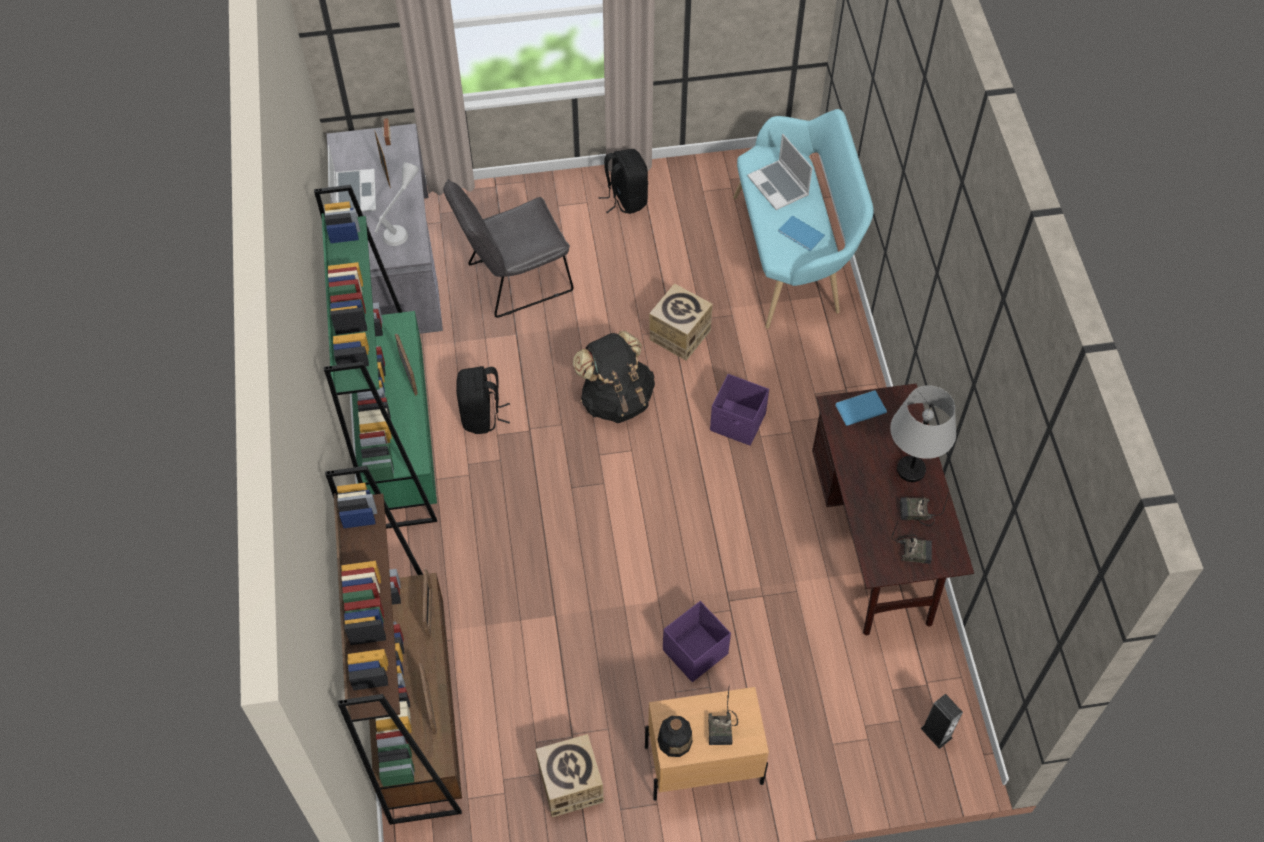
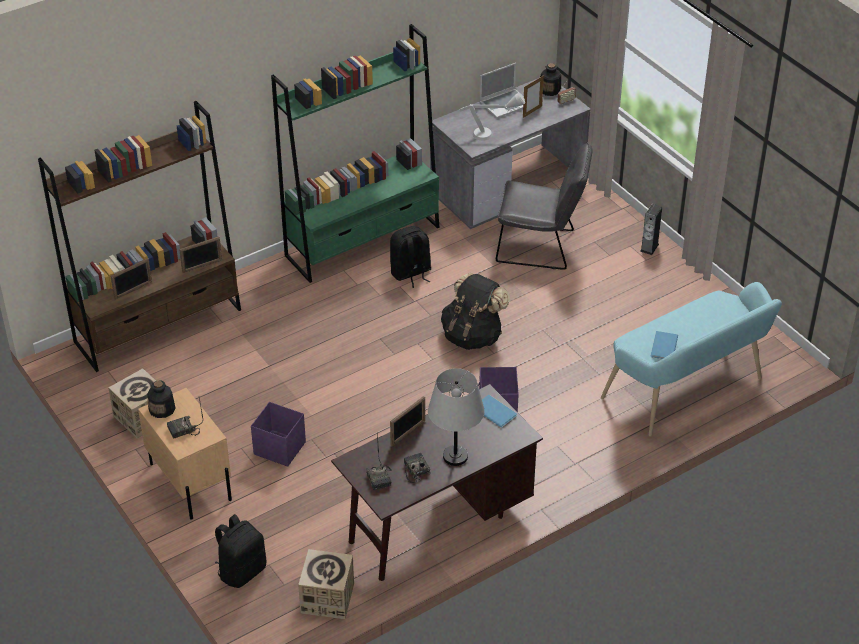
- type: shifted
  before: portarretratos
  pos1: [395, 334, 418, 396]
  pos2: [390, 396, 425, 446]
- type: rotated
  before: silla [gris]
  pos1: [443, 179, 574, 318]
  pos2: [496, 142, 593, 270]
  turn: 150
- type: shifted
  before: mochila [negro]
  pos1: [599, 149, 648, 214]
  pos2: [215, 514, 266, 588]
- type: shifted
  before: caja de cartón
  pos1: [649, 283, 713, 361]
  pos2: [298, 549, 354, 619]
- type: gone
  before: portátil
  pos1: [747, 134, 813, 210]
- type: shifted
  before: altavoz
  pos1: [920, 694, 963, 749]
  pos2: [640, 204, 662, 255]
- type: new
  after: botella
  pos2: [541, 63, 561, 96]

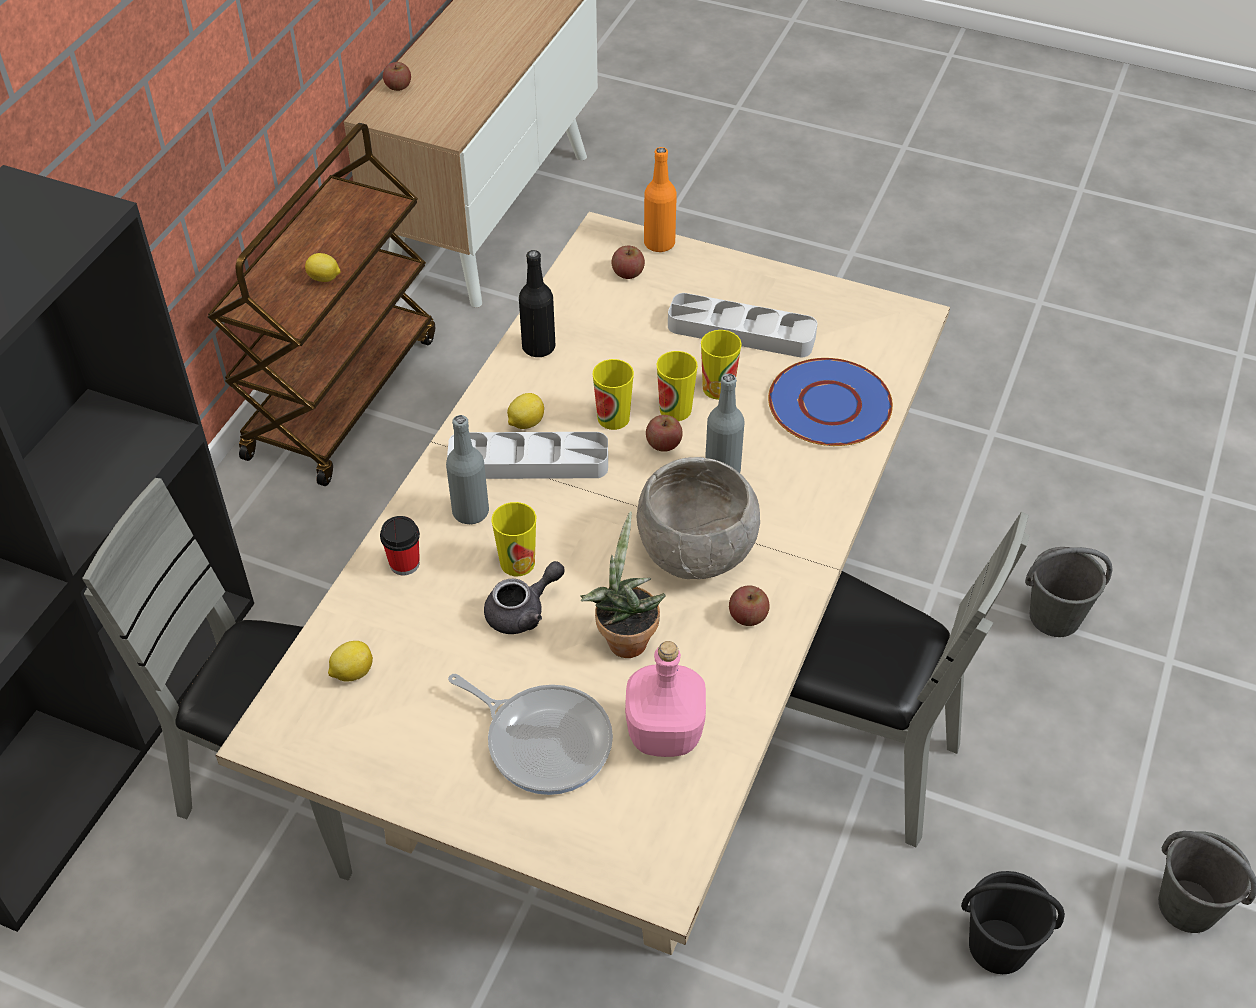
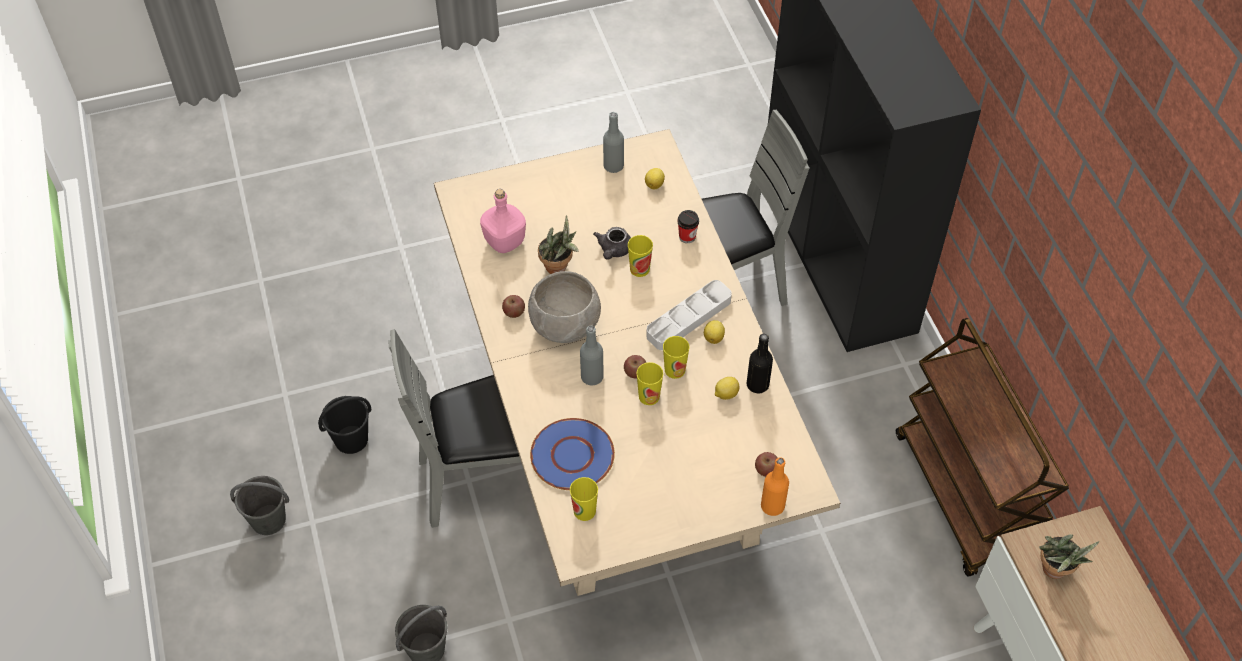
- type: shifted
  before: limón
  pos1: [305, 253, 341, 282]
  pos2: [715, 377, 740, 400]
- type: gone
  before: manzana
  pos1: [383, 62, 411, 91]
- type: shifted
  before: botella [gris]
  pos1: [446, 415, 489, 524]
  pos2: [603, 112, 624, 173]
- type: gone
  before: sartén
  pos1: [448, 674, 613, 795]
- type: gone
  before: bandeja [gris]
  pos1: [668, 293, 818, 357]
- type: shifted
  before: taza
  pos1: [701, 330, 742, 400]
  pos2: [570, 477, 598, 521]
- type: new
  after: planta en maceta
  pos2: [1039, 534, 1100, 579]

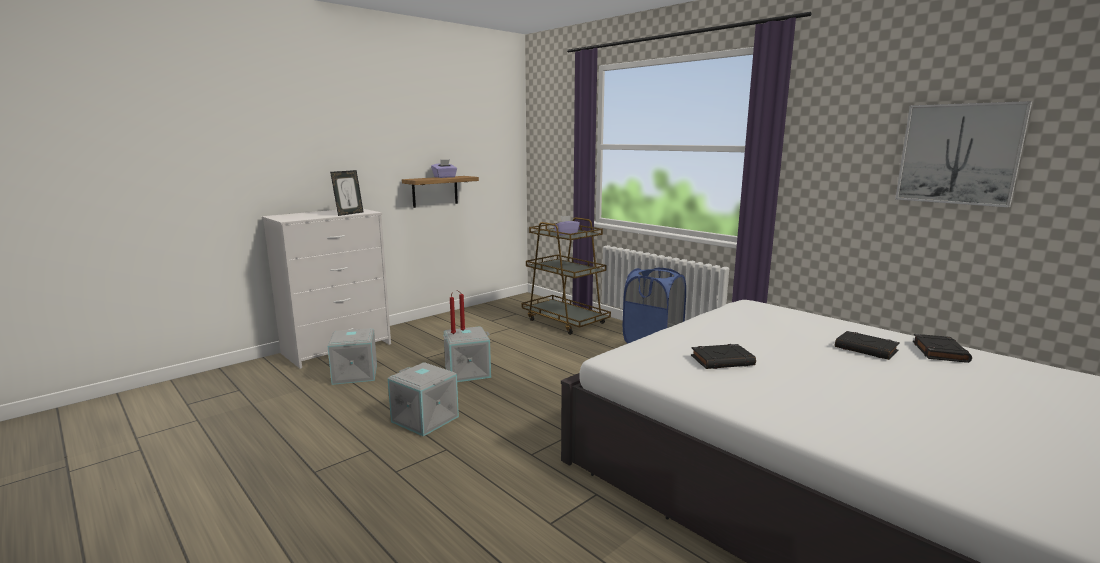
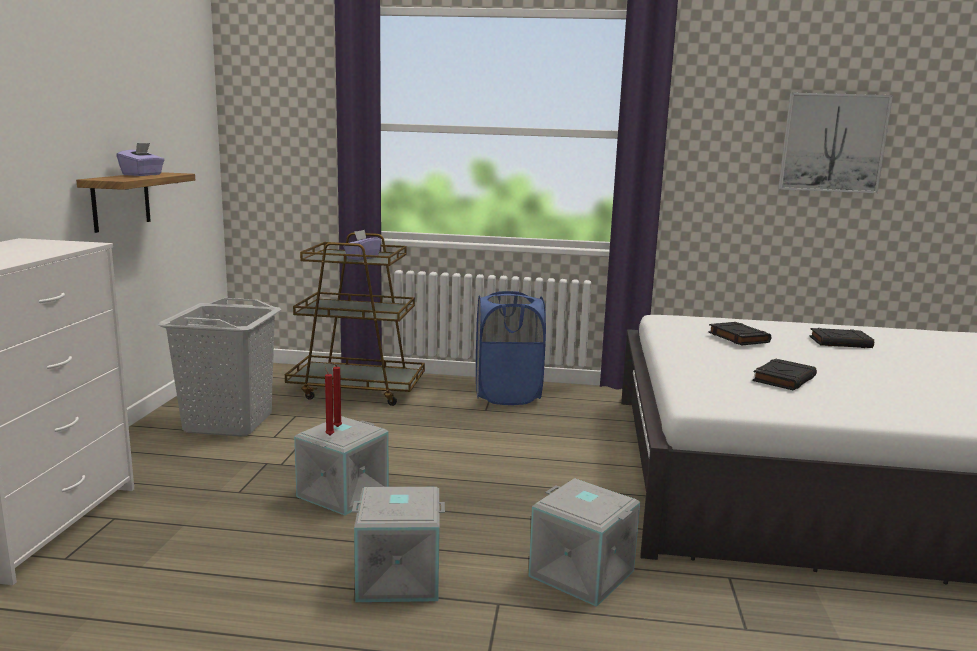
- type: shifted
  before: caja de almacenaje [gris]
  pos1: [328, 328, 377, 385]
  pos2: [528, 478, 640, 607]
- type: gone
  before: portarretratos
  pos1: [330, 170, 364, 216]
- type: shifted
  before: libro [negro]
  pos1: [913, 334, 972, 363]
  pos2: [708, 322, 771, 345]
- type: new
  after: cesto de la ropa [gris]
  pos2: [158, 298, 282, 436]

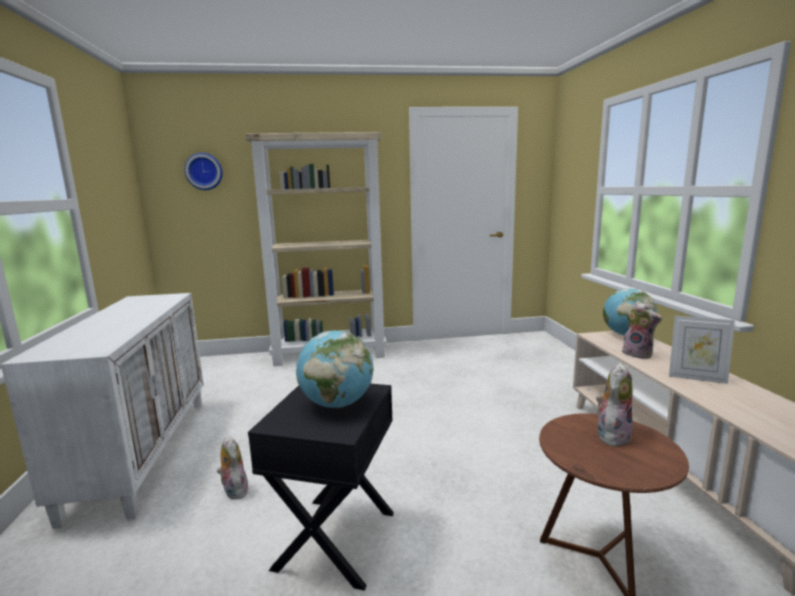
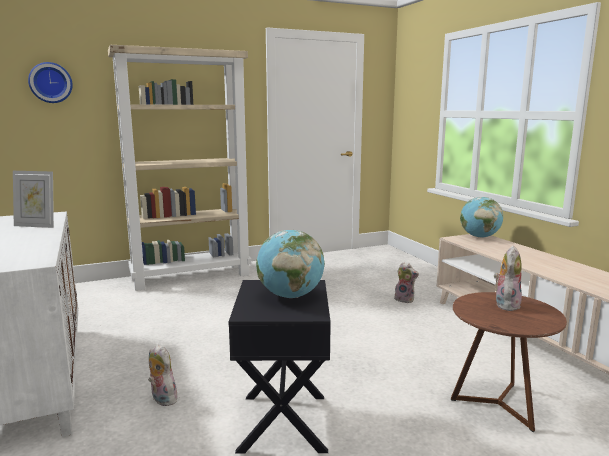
- type: shifted
  before: peluche
  pos1: [622, 302, 662, 359]
  pos2: [393, 262, 419, 303]
- type: shifted
  before: portarretratos
  pos1: [669, 316, 735, 384]
  pos2: [13, 171, 54, 228]

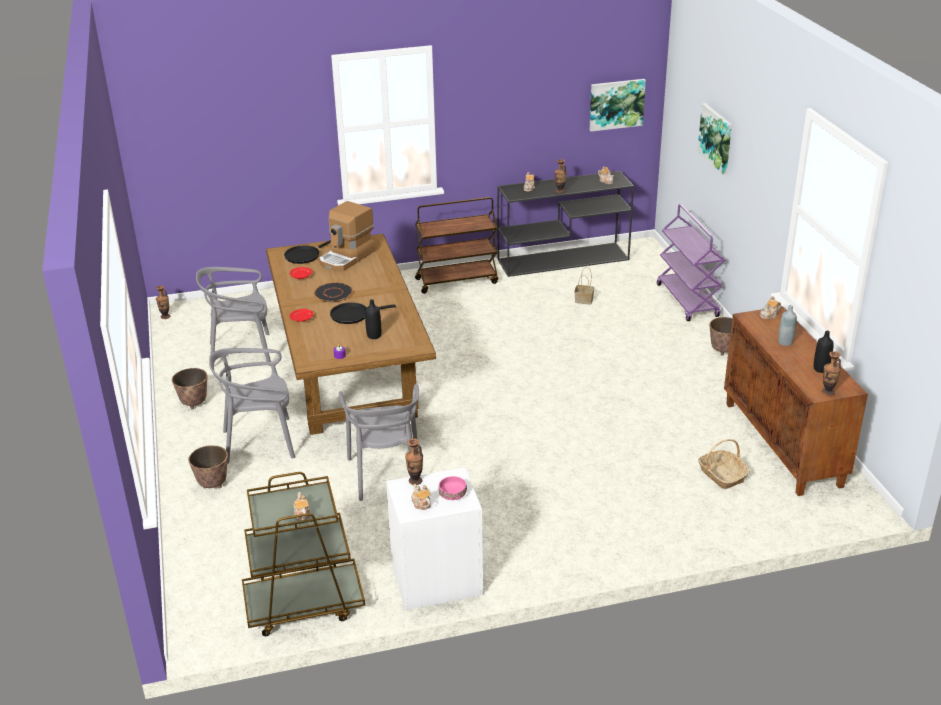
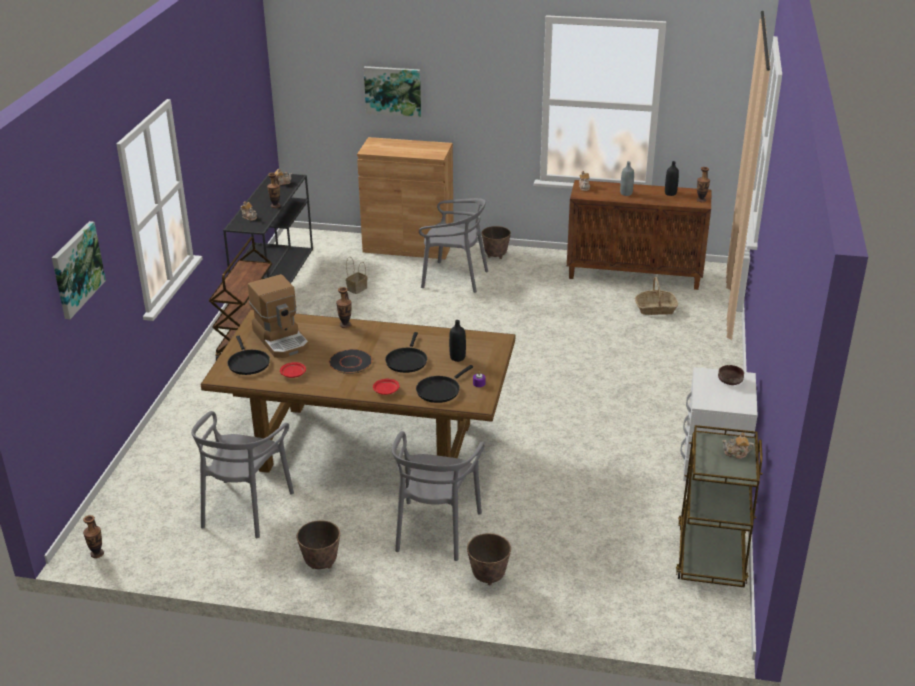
- type: shifted
  before: silla [gris]
  pos1: [339, 384, 419, 501]
  pos2: [419, 198, 488, 293]
- type: shifted
  before: florero
  pos1: [405, 438, 423, 485]
  pos2: [336, 287, 352, 328]
- type: gone
  before: tetera
  pos1: [411, 484, 431, 510]
- type: repainted
  before: cuenco [rosa]
  after: cuenco [marrón]
  pos1: [439, 476, 467, 500]
  pos2: [718, 365, 744, 385]
- type: shifted
  before: cuadro
  pos1: [590, 79, 646, 132]
  pos2: [52, 221, 106, 319]
- type: swapped
  before: carrito [morado]
  after: armario [marrón]
  pos1: [657, 204, 725, 321]
  pos2: [357, 137, 453, 259]
- type: new
  after: sartén [negro]
  pos2: [416, 365, 473, 403]

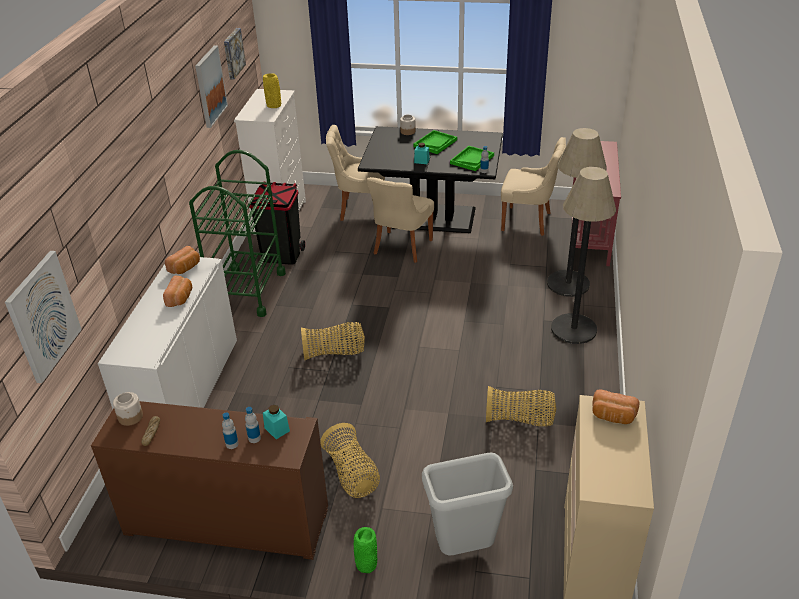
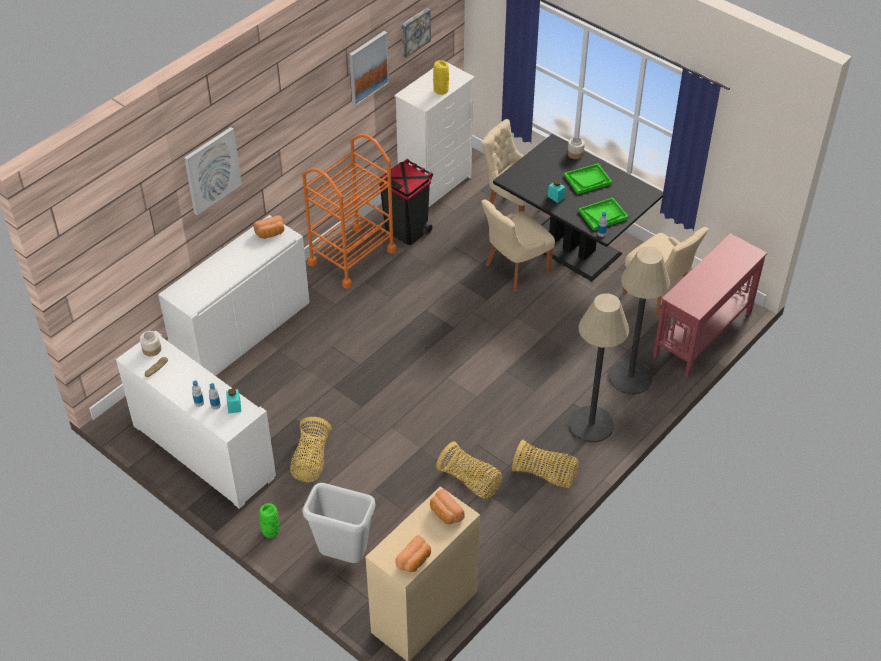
- type: shifted
  before: cuadro
  pos1: [5, 251, 82, 383]
  pos2: [184, 127, 242, 215]
- type: repainted
  before: armario [marrón]
  after: armario [blanco]
  pos1: [91, 401, 328, 560]
  pos2: [116, 330, 276, 509]
- type: shifted
  before: pan
  pos1: [163, 276, 192, 307]
  pos2: [395, 535, 431, 572]
- type: repainted
  before: carrito [verde]
  after: carrito [naranja]
  pos1: [189, 150, 286, 317]
  pos2: [302, 134, 397, 289]
- type: shifted
  before: cesta
  pos1: [301, 322, 365, 360]
  pos2: [512, 440, 579, 488]

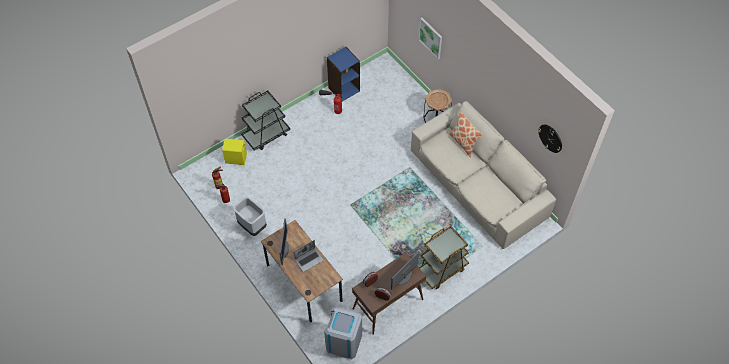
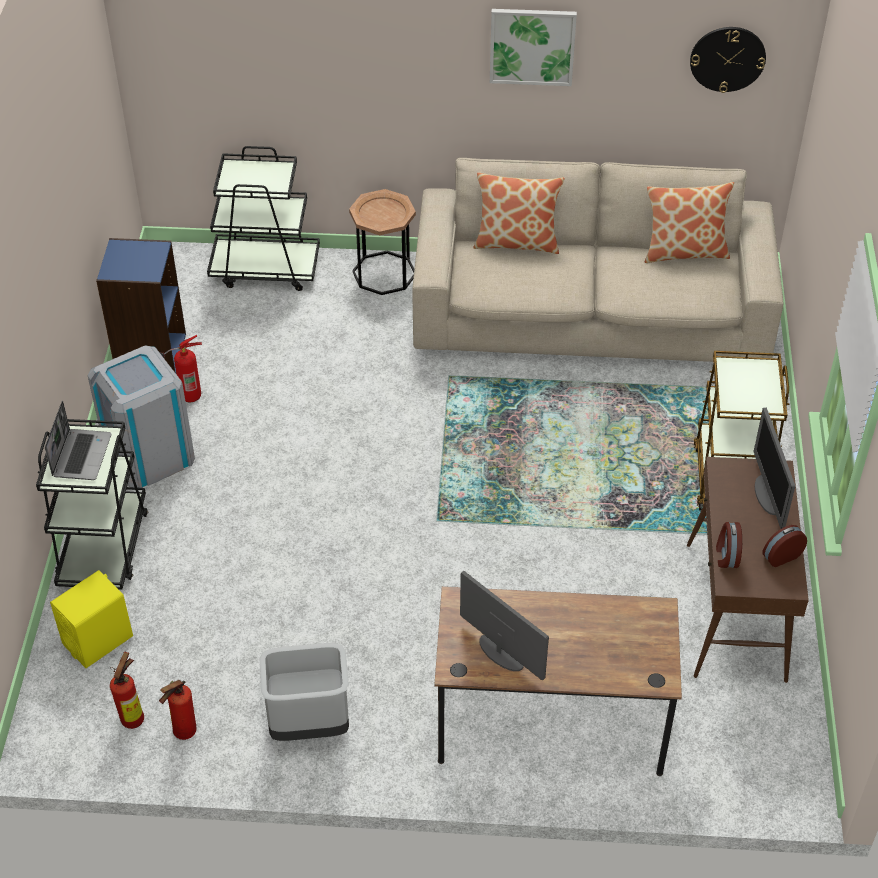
- type: shifted
  before: portátil
  pos1: [293, 240, 324, 272]
  pos2: [45, 401, 112, 480]
- type: shifted
  before: papelera [gris]
  pos1: [324, 307, 362, 359]
  pos2: [88, 345, 195, 488]
- type: shifted
  before: cuadro
  pos1: [418, 17, 442, 59]
  pos2: [490, 9, 577, 86]
- type: new
  after: carrito [negro]
  pos2: [207, 146, 320, 291]
- type: new
  after: cojín
  pos2: [645, 182, 734, 263]

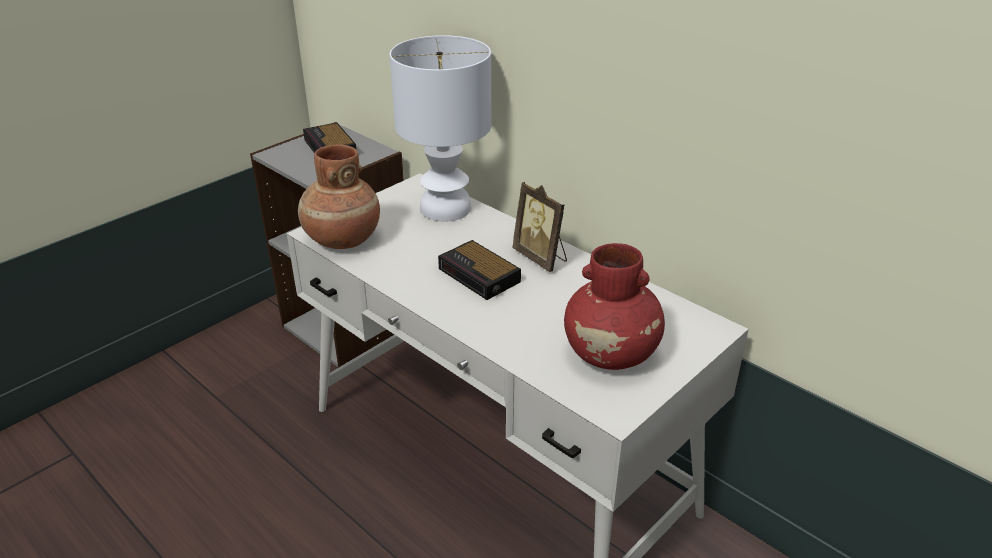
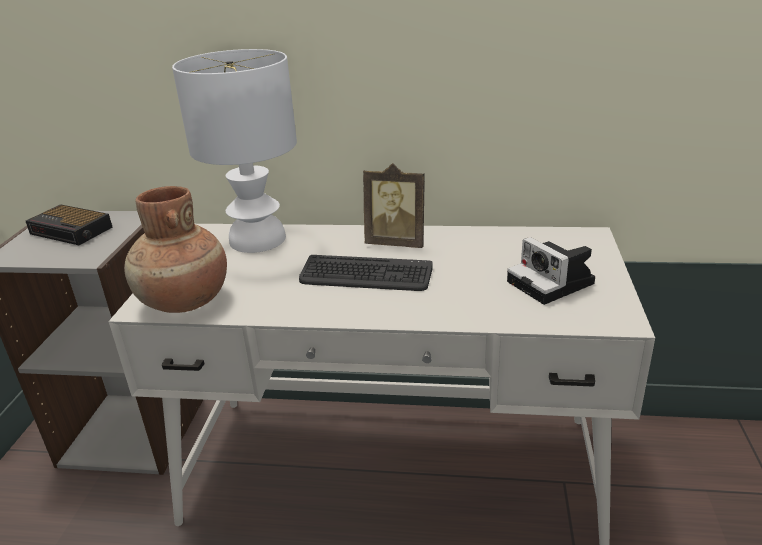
- type: swapped
  before: despertador
  after: teclado
  pos1: [438, 240, 521, 300]
  pos2: [299, 255, 433, 291]
- type: swapped
  before: florero [rojo]
  after: cámara
  pos1: [564, 243, 665, 370]
  pos2: [507, 237, 595, 305]

